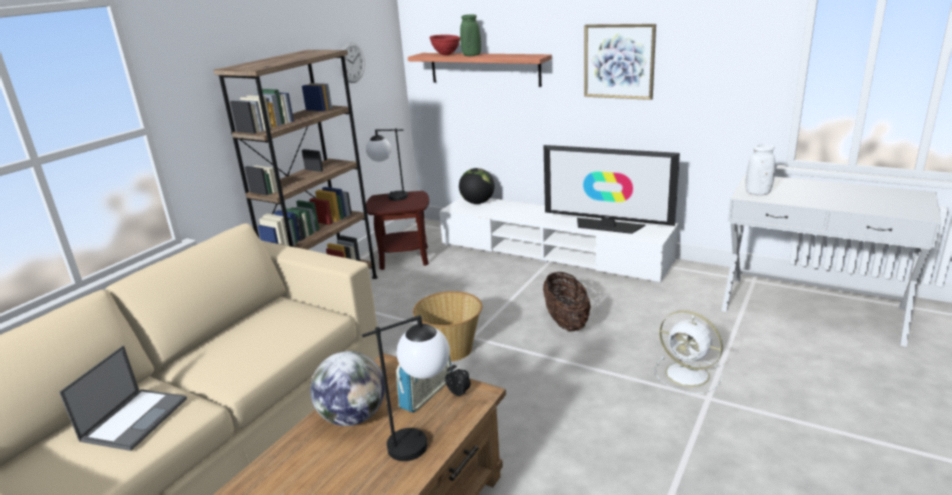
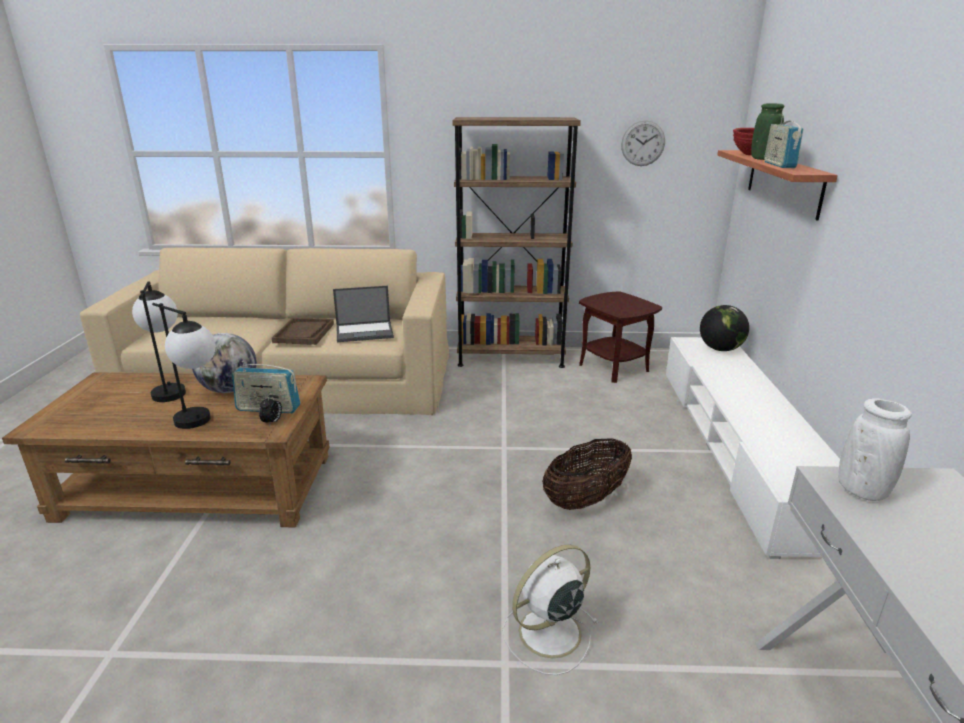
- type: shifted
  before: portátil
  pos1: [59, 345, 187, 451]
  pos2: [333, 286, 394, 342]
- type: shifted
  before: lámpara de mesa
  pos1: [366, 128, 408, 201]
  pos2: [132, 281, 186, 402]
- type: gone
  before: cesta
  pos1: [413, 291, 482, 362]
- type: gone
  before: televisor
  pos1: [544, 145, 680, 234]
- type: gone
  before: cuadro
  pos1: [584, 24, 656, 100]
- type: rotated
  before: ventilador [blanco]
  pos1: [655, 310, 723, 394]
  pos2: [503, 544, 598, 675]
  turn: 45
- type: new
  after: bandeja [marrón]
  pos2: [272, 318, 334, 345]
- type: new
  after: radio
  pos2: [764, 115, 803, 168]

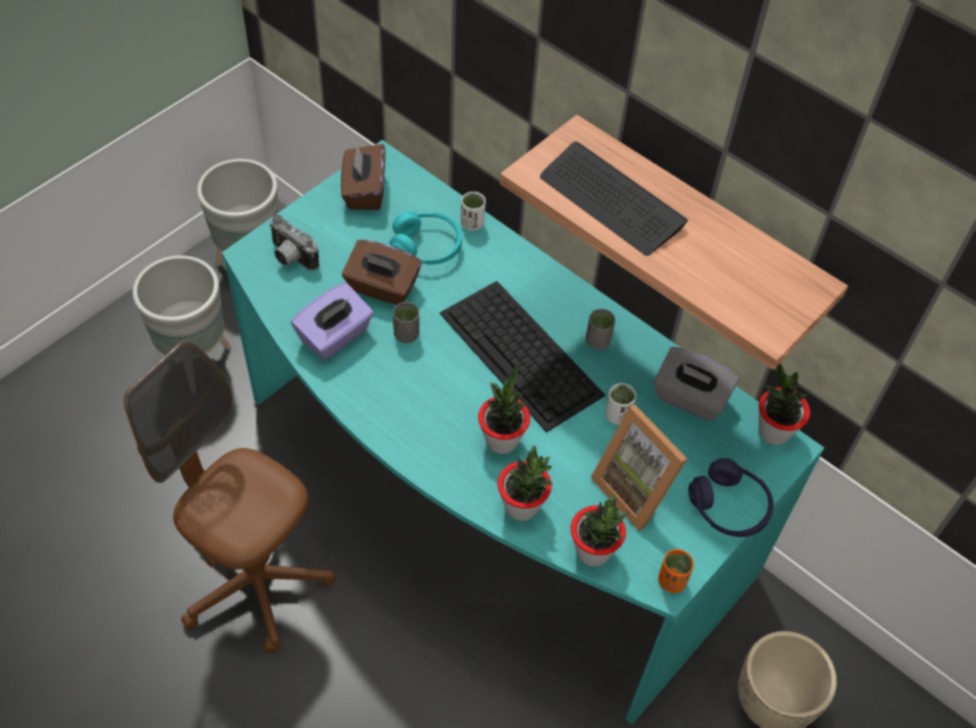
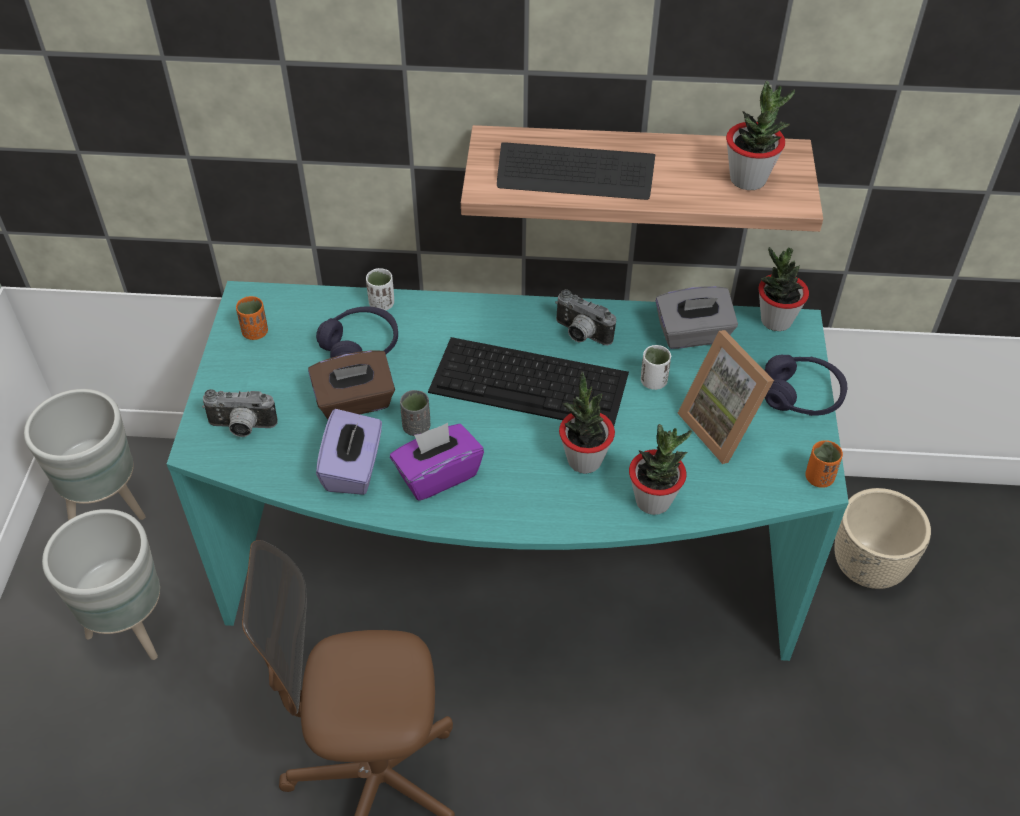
- type: swapped
  before: caja de pañuelos [marrón]
  after: taza [naranja]
  pos1: [341, 144, 385, 210]
  pos2: [236, 296, 268, 340]
- type: repainted
  before: auriculares [turquesa]
  after: auriculares [morado]
  pos1: [390, 212, 462, 265]
  pos2: [316, 306, 398, 358]
- type: shifted
  before: planta en maceta
  pos1: [571, 495, 629, 566]
  pos2: [726, 81, 795, 190]
- type: swapped
  before: taza [gris]
  after: cámara
  pos1: [586, 309, 615, 350]
  pos2: [555, 289, 616, 345]
- type: rotated
  before: portarretratos
  pos1: [590, 405, 687, 531]
  pos2: [678, 330, 774, 464]
  turn: 45
- type: new
  after: caja de pañuelos [morado]
  pos2: [390, 423, 484, 501]

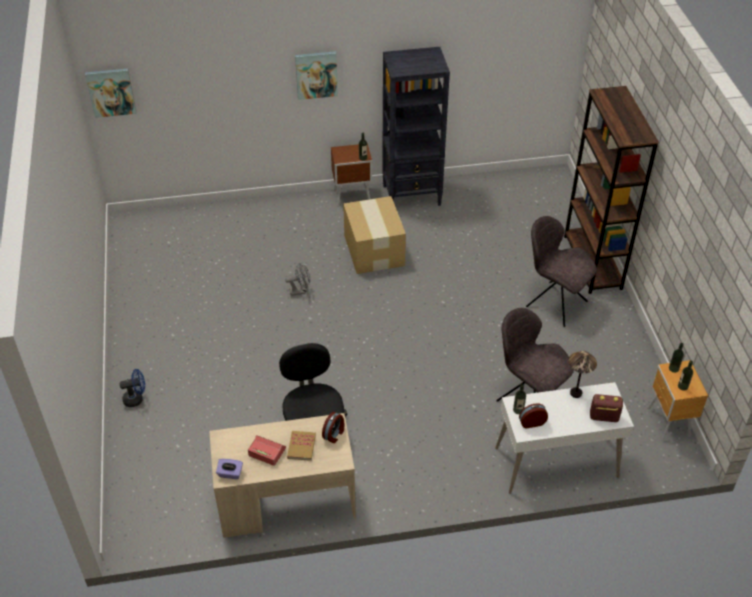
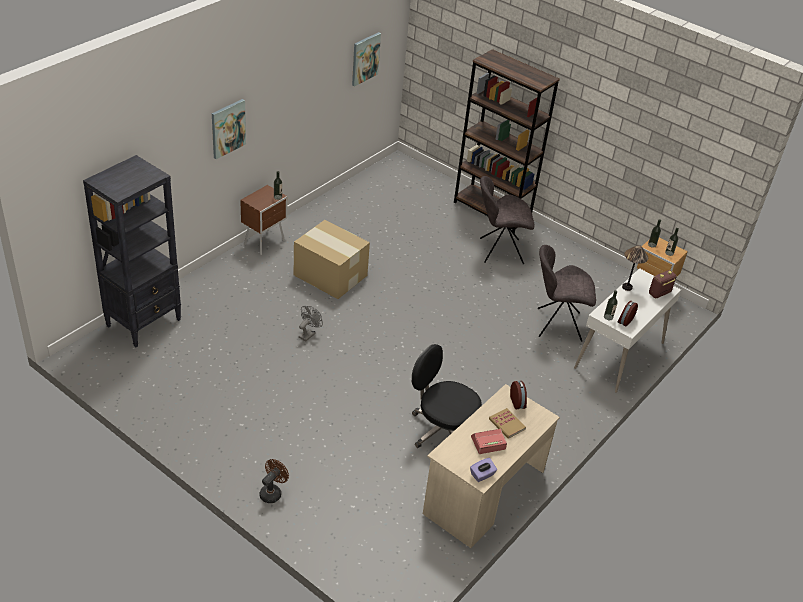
- type: shifted
  before: cuadro
  pos1: [85, 69, 137, 118]
  pos2: [352, 32, 381, 87]
- type: repainted
  before: ventilador [azul]
  after: ventilador [marrón]
  pos1: [120, 369, 145, 407]
  pos2: [259, 459, 289, 503]
- type: shifted
  before: estantería [negro]
  pos1: [382, 47, 450, 206]
  pos2: [83, 155, 181, 348]

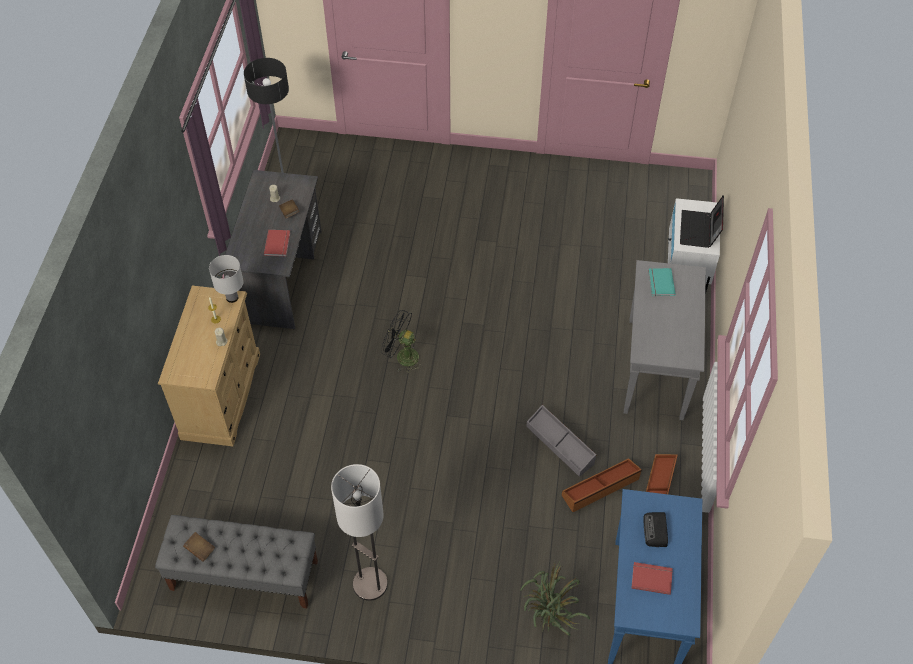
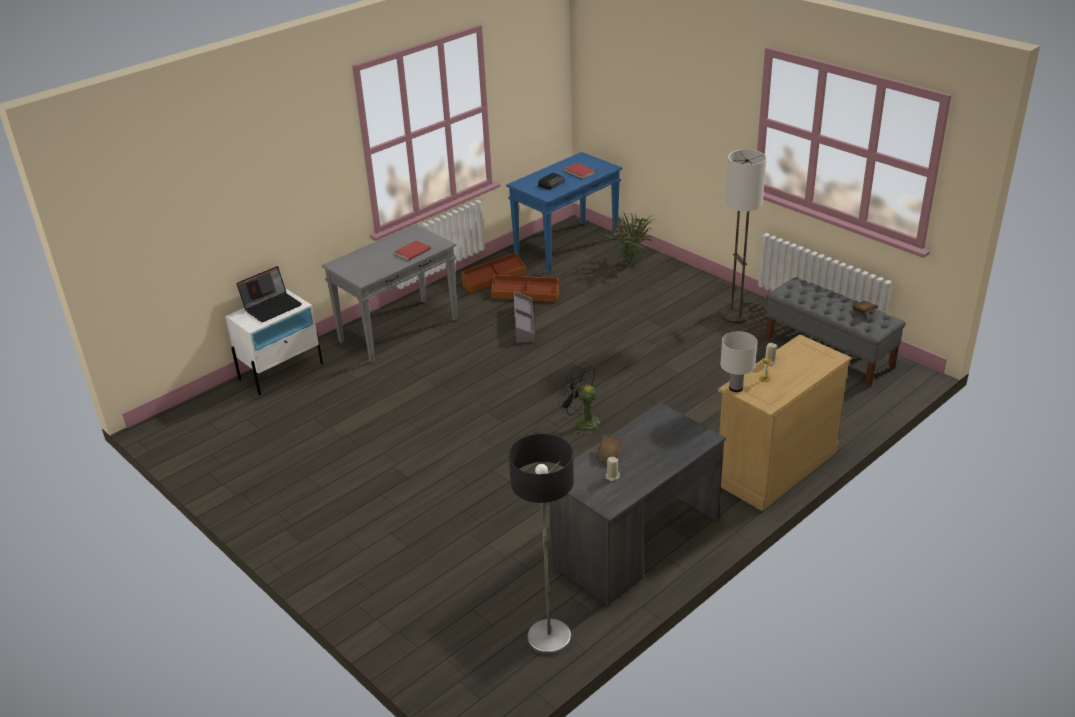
- type: shifted
  before: libro [rojo]
  pos1: [264, 230, 291, 257]
  pos2: [394, 240, 431, 261]
- type: rotated
  before: ventilador [negro]
  pos1: [381, 310, 422, 372]
  pos2: [559, 363, 602, 435]
  turn: 150
- type: gone
  before: libro [turquesa]
  pos1: [648, 268, 676, 296]

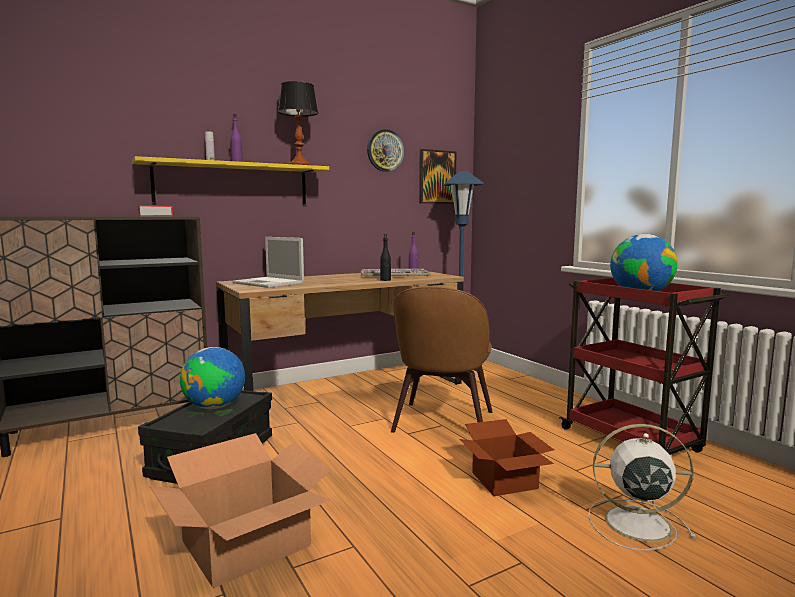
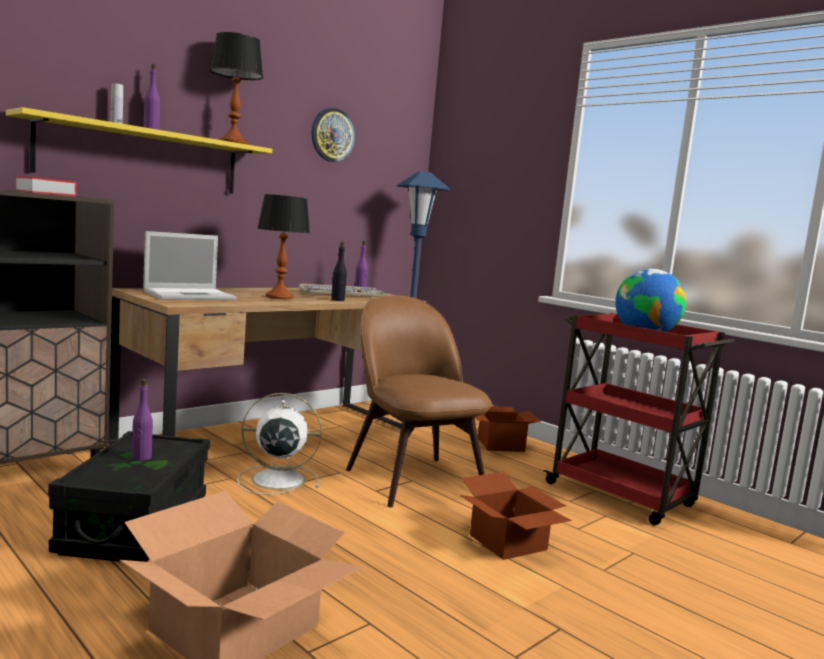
- type: swapped
  before: globo terráqueo
  after: botella [morado]
  pos1: [180, 347, 245, 409]
  pos2: [132, 379, 153, 461]
- type: rotated
  before: portátil
  pos1: [232, 237, 304, 288]
  pos2: [143, 231, 236, 300]
  turn: -60
- type: rotated
  before: silla [marrón]
  pos1: [391, 287, 493, 433]
  pos2: [346, 295, 492, 507]
  turn: 150
- type: gone
  before: cuadro
  pos1: [419, 149, 457, 204]
- type: shifted
  before: ventilador [blanco]
  pos1: [589, 424, 696, 551]
  pos2: [237, 393, 322, 495]
- type: new
  after: lámpara de mesa
  pos2: [257, 194, 310, 299]
- type: new
  after: caja de cartón
  pos2: [475, 406, 541, 452]

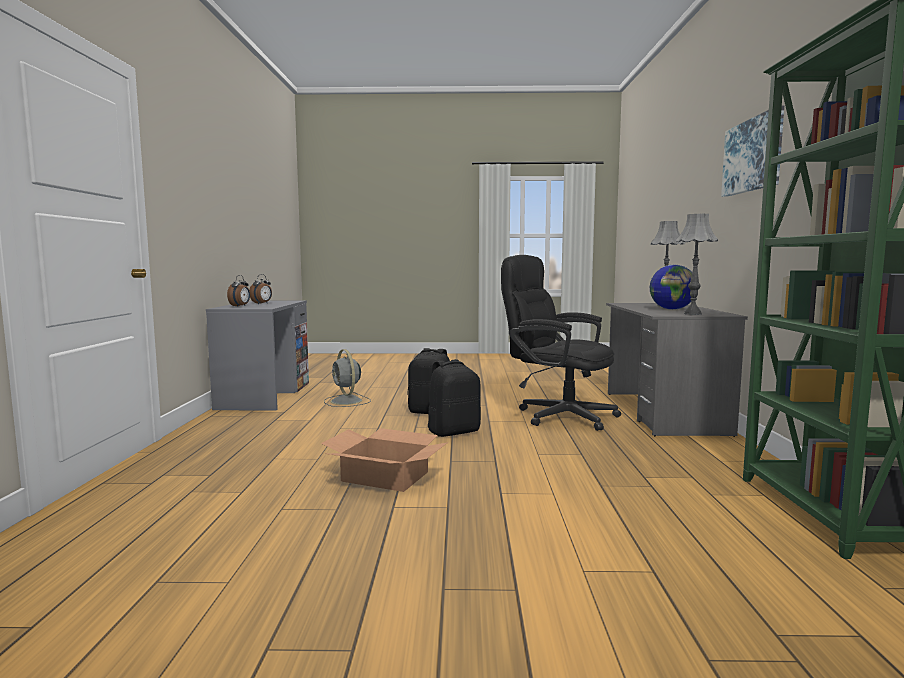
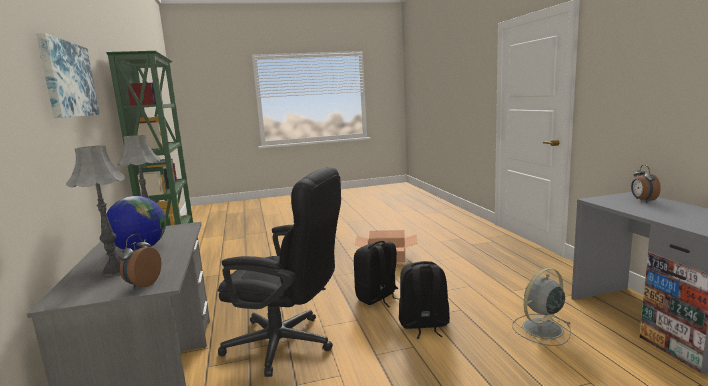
- type: shifted
  before: despertador
  pos1: [249, 274, 272, 304]
  pos2: [119, 234, 162, 289]
- type: rotated
  before: ventilador [gris]
  pos1: [324, 349, 371, 407]
  pos2: [512, 268, 571, 346]
  turn: -75

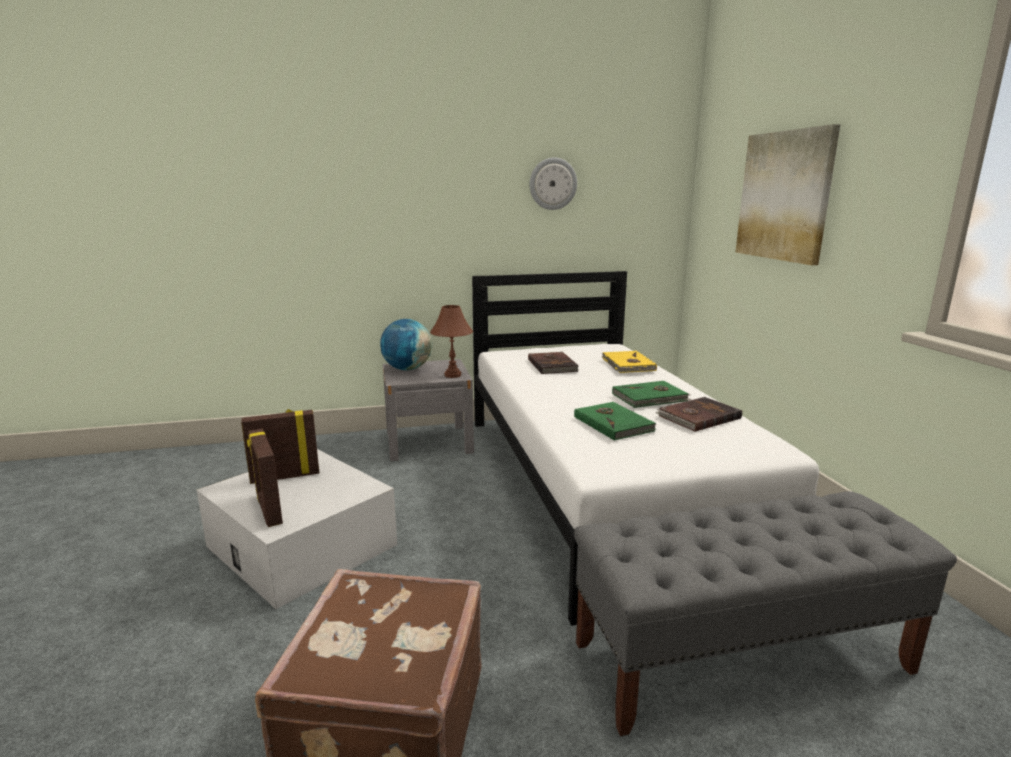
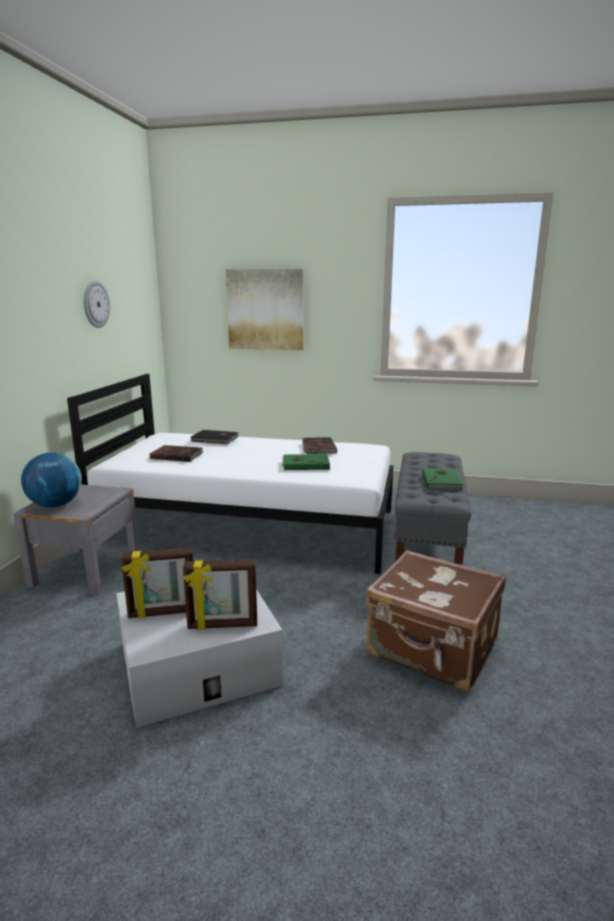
- type: rotated
  before: portarretratos
  pos1: [241, 409, 319, 484]
  pos2: [121, 547, 193, 618]
  turn: -105
- type: gone
  before: lámpara de mesa [marrón]
  pos1: [430, 305, 473, 378]
- type: repainted
  before: libro [amarillo]
  after: libro [negro]
  pos1: [602, 351, 657, 373]
  pos2: [191, 430, 238, 444]
- type: shifted
  before: libro [verde]
  pos1: [612, 381, 691, 408]
  pos2: [422, 468, 464, 490]

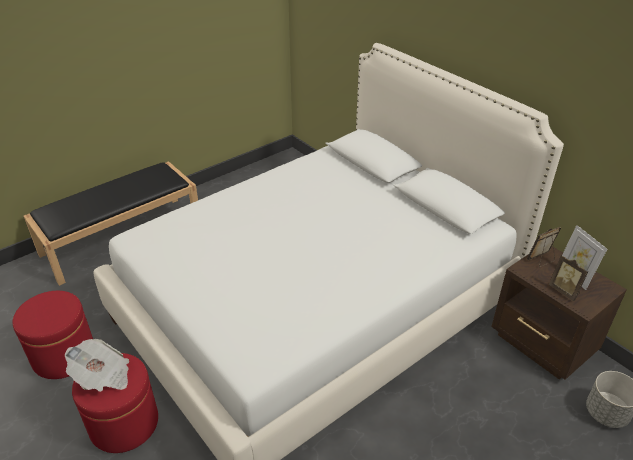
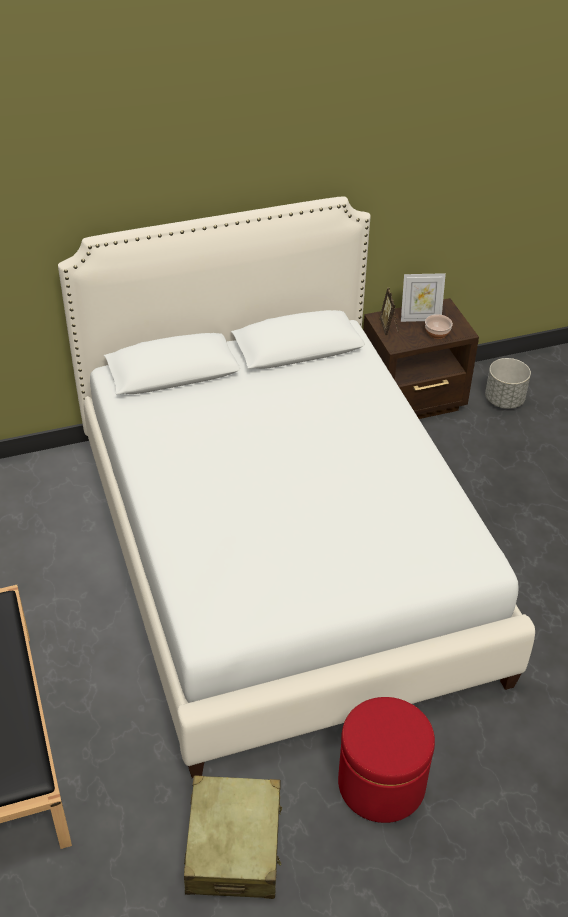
- type: swapped
  before: puf [rojo]
  after: maleta [beis]
  pos1: [12, 291, 93, 379]
  pos2: [184, 776, 282, 899]
- type: gone
  before: periódico
  pos1: [65, 339, 129, 392]
- type: swapped
  before: portarretratos
  after: cuenco
  pos1: [549, 255, 588, 301]
  pos2: [425, 314, 453, 339]

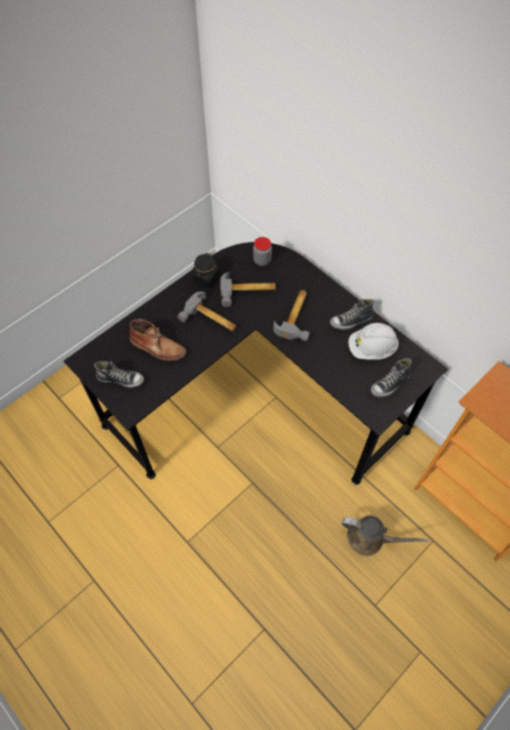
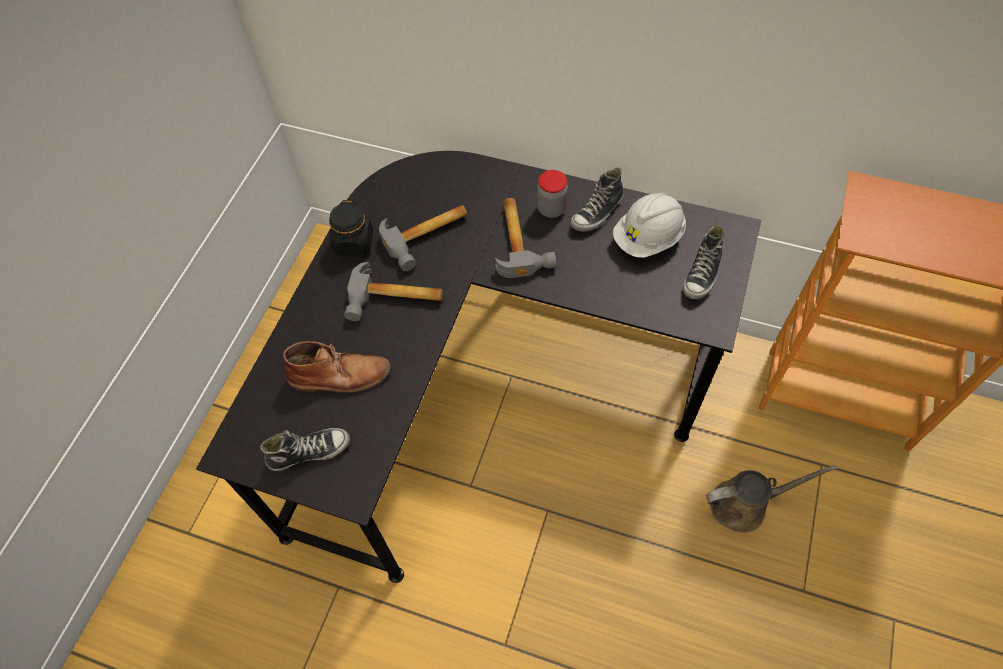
- type: shifted
  before: tarro
  pos1: [253, 237, 272, 266]
  pos2: [537, 170, 568, 218]

